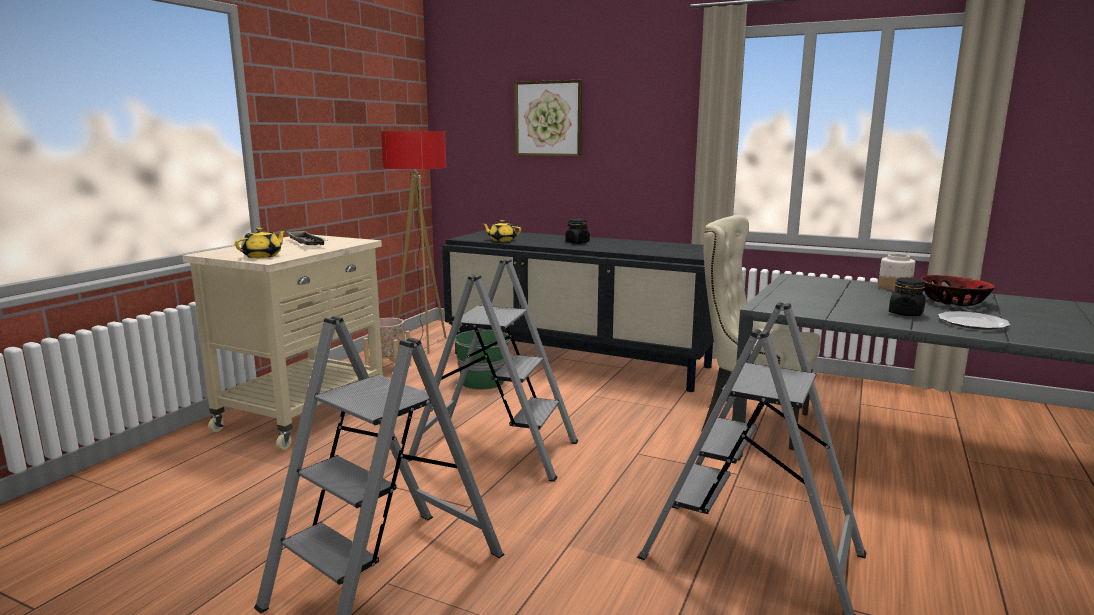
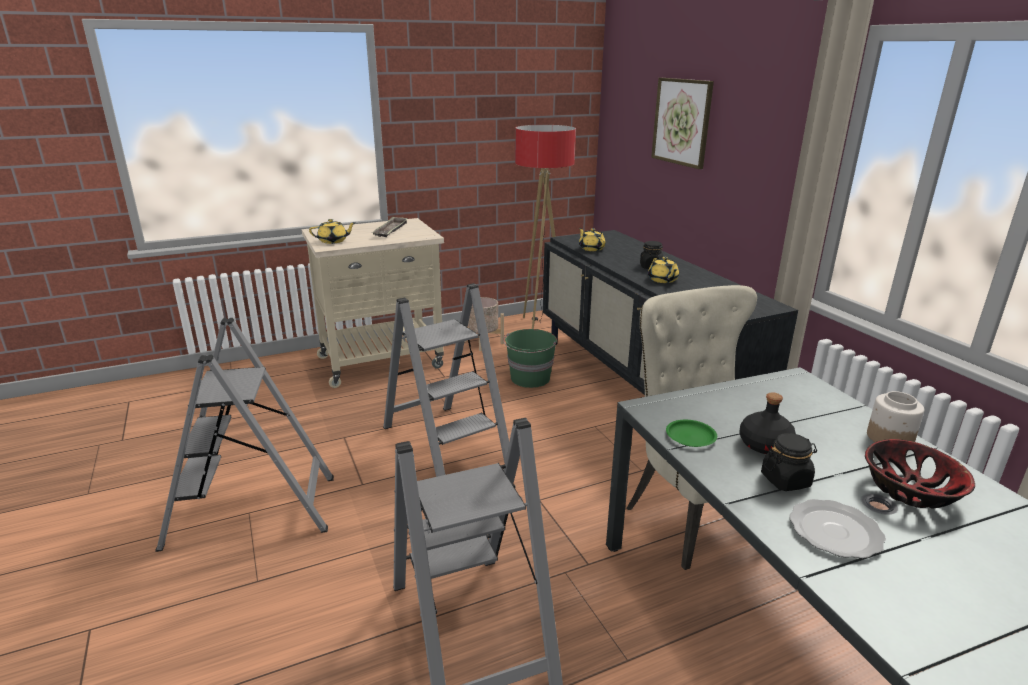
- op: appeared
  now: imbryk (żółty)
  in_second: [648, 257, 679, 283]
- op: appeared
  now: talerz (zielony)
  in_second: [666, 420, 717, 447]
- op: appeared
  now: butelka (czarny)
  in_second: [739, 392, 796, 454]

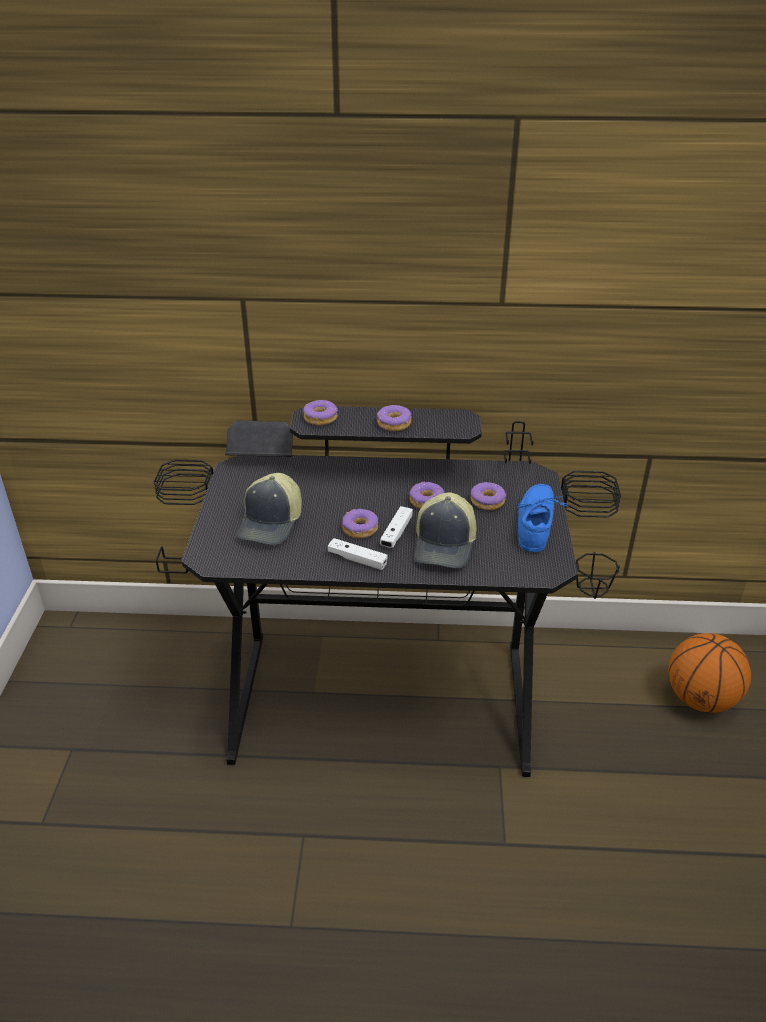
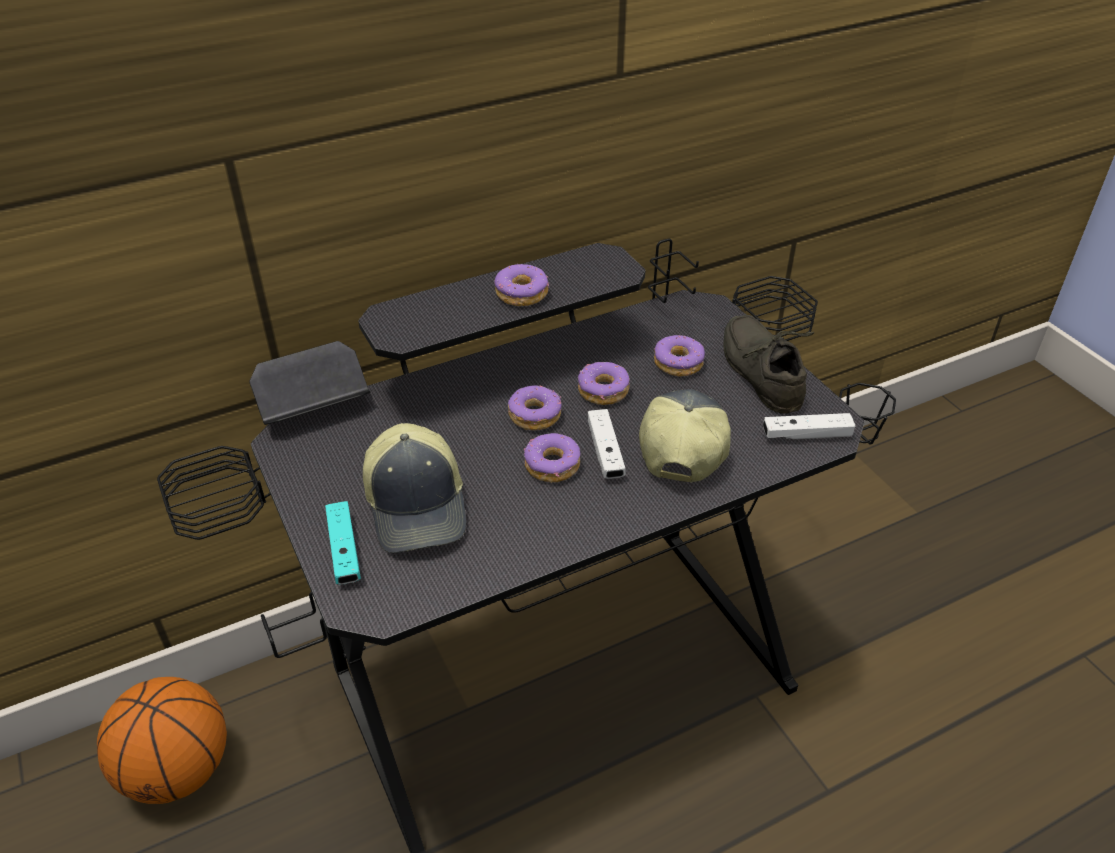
- op: relocated
  was: donut
  in_first: [303, 400, 338, 425]
  in_second: [508, 385, 562, 430]
- op: relocated
  was: pad do gier (biały)
  in_first: [328, 538, 388, 570]
  in_second: [763, 413, 855, 439]
- op: spun
  was: czapka z daszkiem
  in_first: [413, 492, 476, 568]
  in_second: [639, 389, 731, 483]
  clockwise: -150
- op: colour
  was: but (niebieski)
  now: but (szary)
  in_first: [516, 484, 568, 552]
  in_second: [724, 315, 814, 414]
- op: relocated
  was: piłka do koszykówki
  in_first: [668, 633, 751, 713]
  in_second: [97, 677, 227, 804]
- op: appeared
  now: pad do gier (turkusowy)
  in_second: [325, 501, 361, 584]

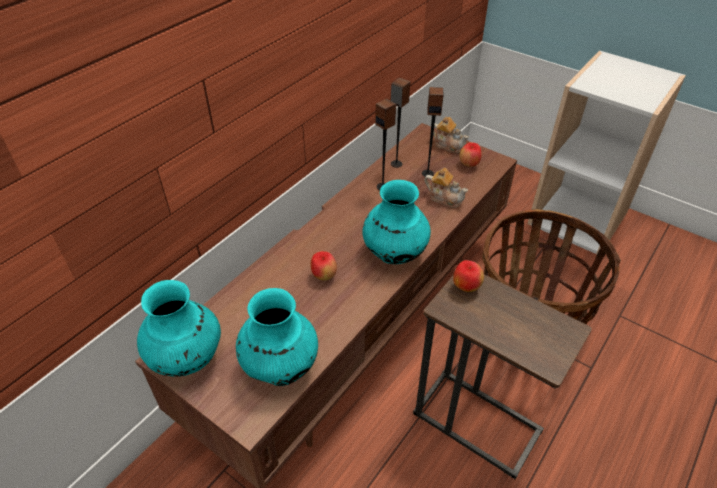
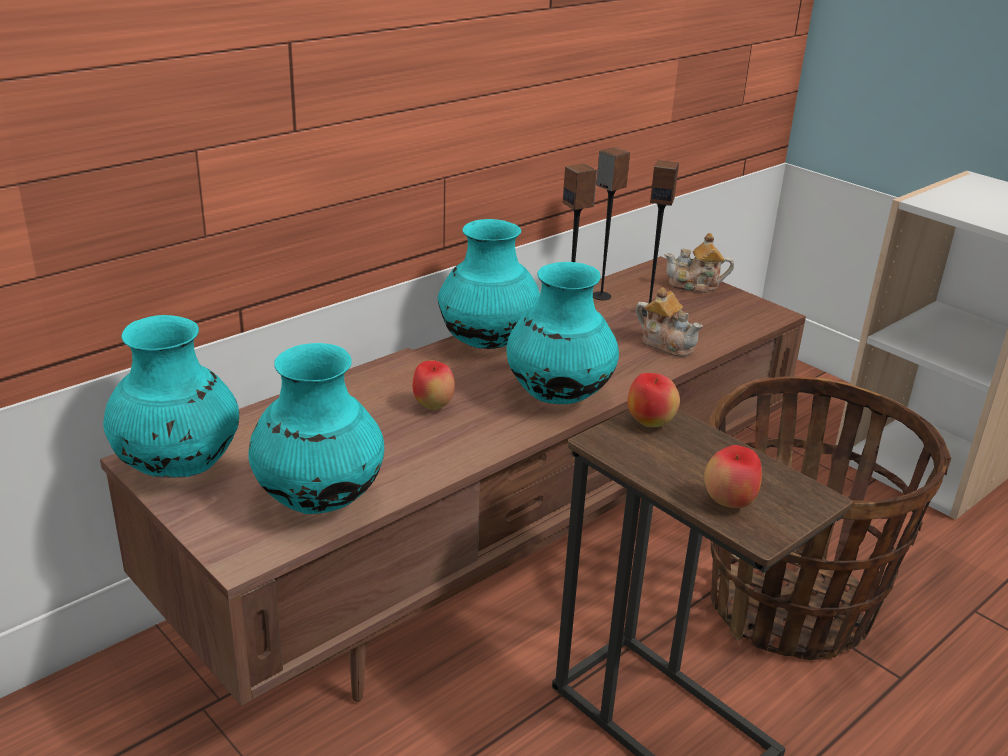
- op: spun
  was: imbryk
  in_first: [433, 117, 469, 153]
  in_second: [664, 233, 734, 293]
  clockwise: 135
- op: relocated
  was: jabłko
  in_first: [459, 142, 482, 167]
  in_second: [704, 445, 762, 508]
- op: appeared
  now: wazon (turkusowy)
  in_second: [438, 219, 540, 349]

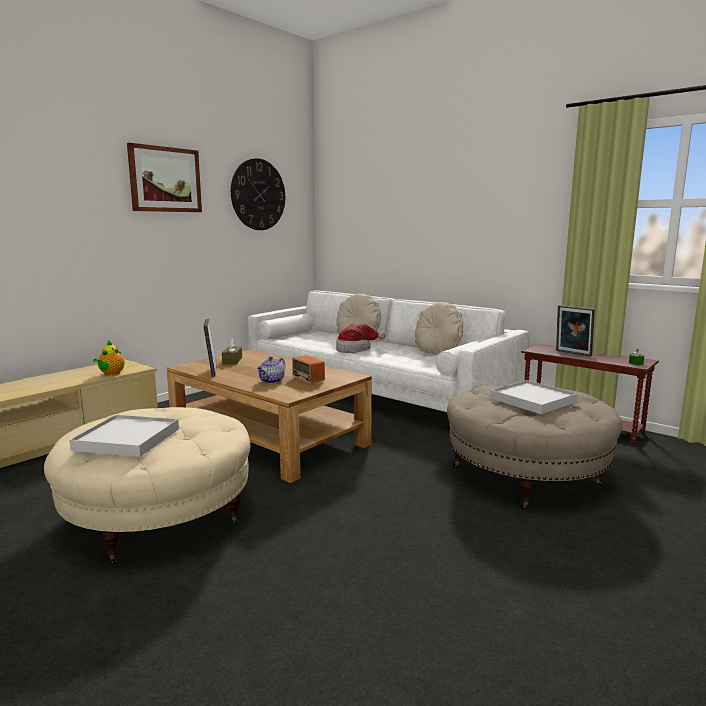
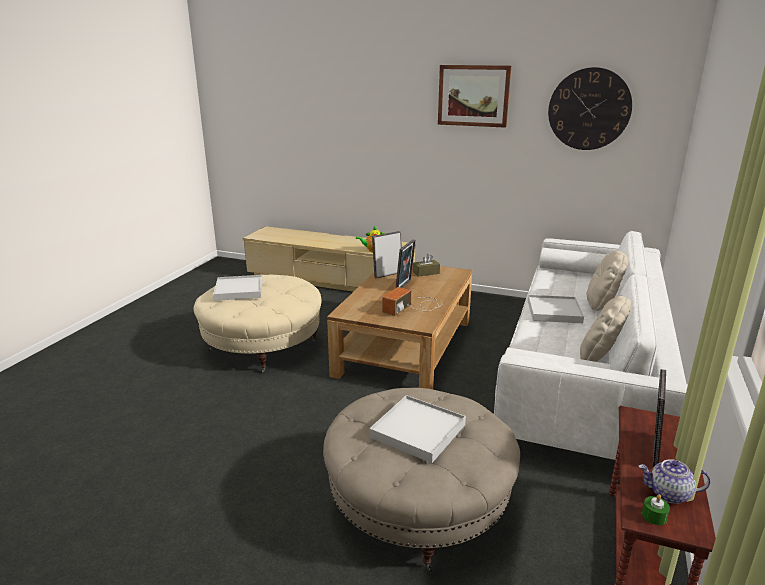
- op: relocated
  was: imbryk
  in_first: [257, 356, 285, 383]
  in_second: [638, 459, 711, 504]
- op: exchanged
  was: kapelusz
  now: taca (biały)
  in_first: [336, 324, 385, 353]
  in_second: [528, 295, 584, 323]
- op: appeared
  now: ramka na zdjęcie
  in_second: [395, 239, 416, 288]

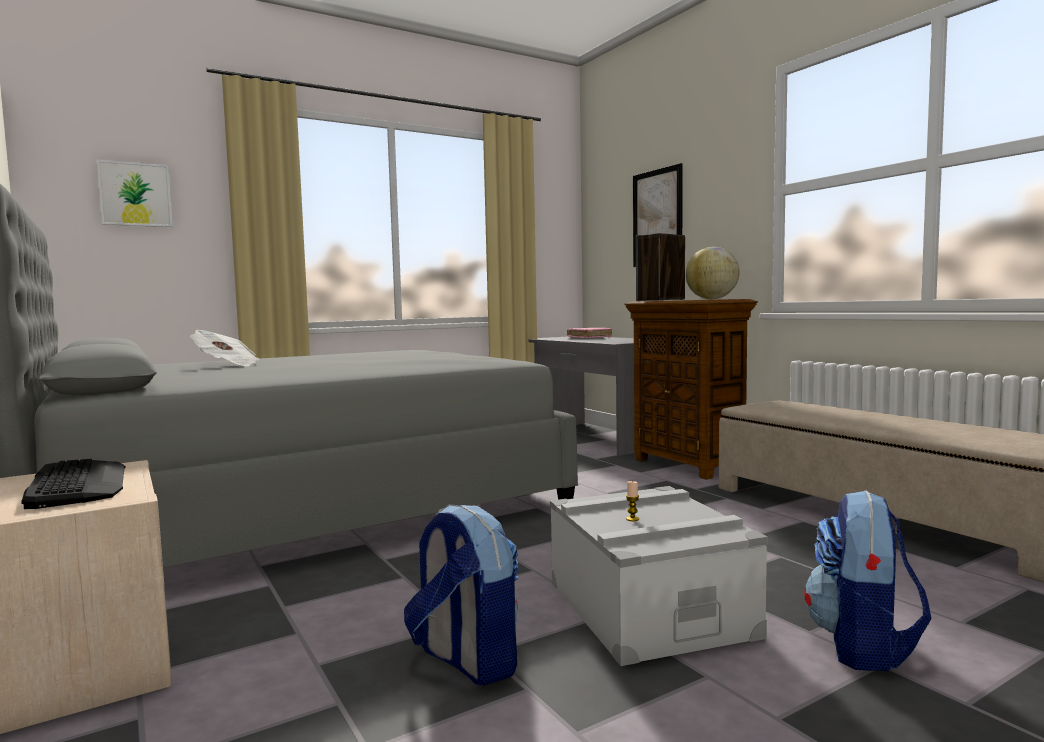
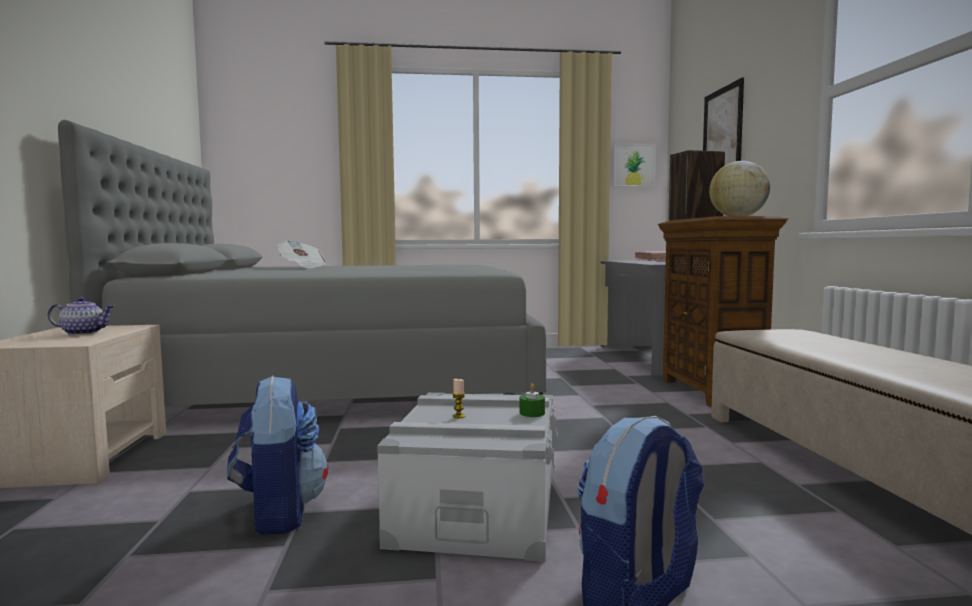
- op: exchanged
  was: klawiatura
  now: imbryk
  in_first: [21, 459, 125, 509]
  in_second: [48, 297, 114, 335]
- op: relocated
  was: obraz
  in_first: [97, 160, 173, 227]
  in_second: [613, 143, 656, 187]
- op: appeared
  now: świeca (zielony)
  in_second: [520, 383, 545, 417]

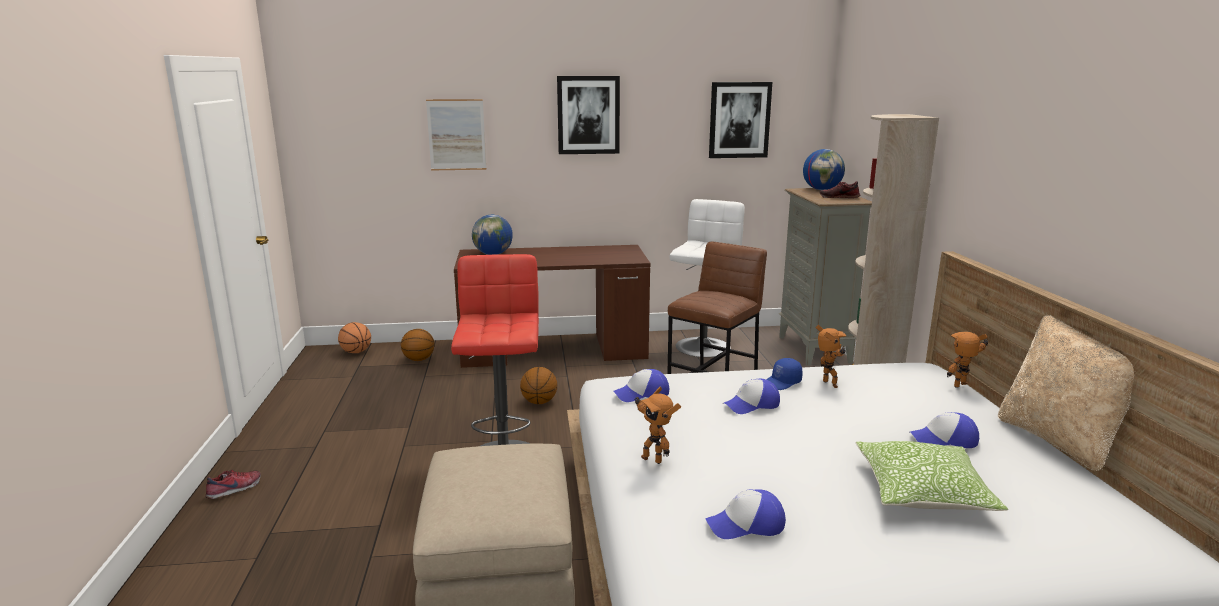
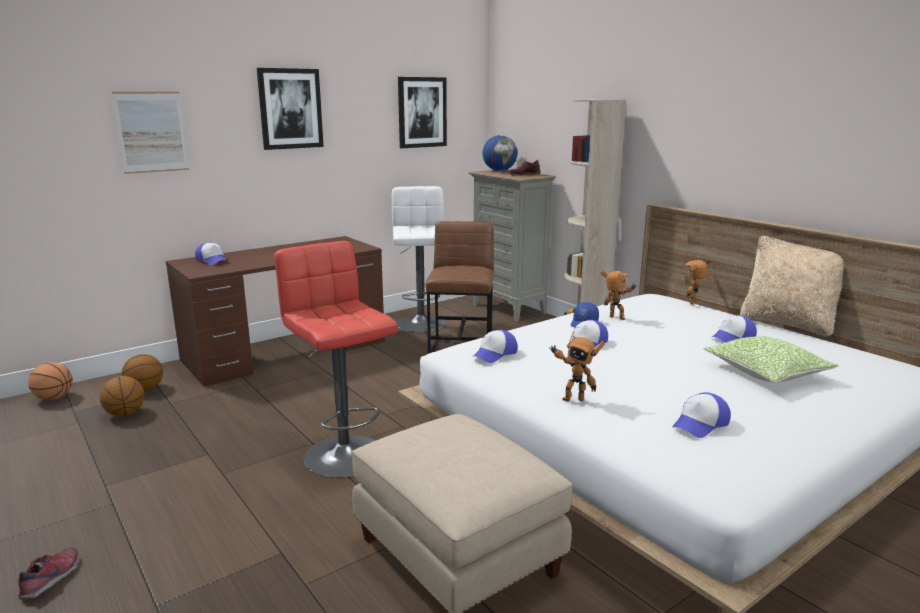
- op: exchanged
  was: globus
  now: czapka z daszkiem
  in_first: [472, 215, 513, 255]
  in_second: [195, 242, 228, 265]
- op: relocated
  was: piłka do koszykówki
  in_first: [520, 367, 557, 404]
  in_second: [100, 376, 144, 416]

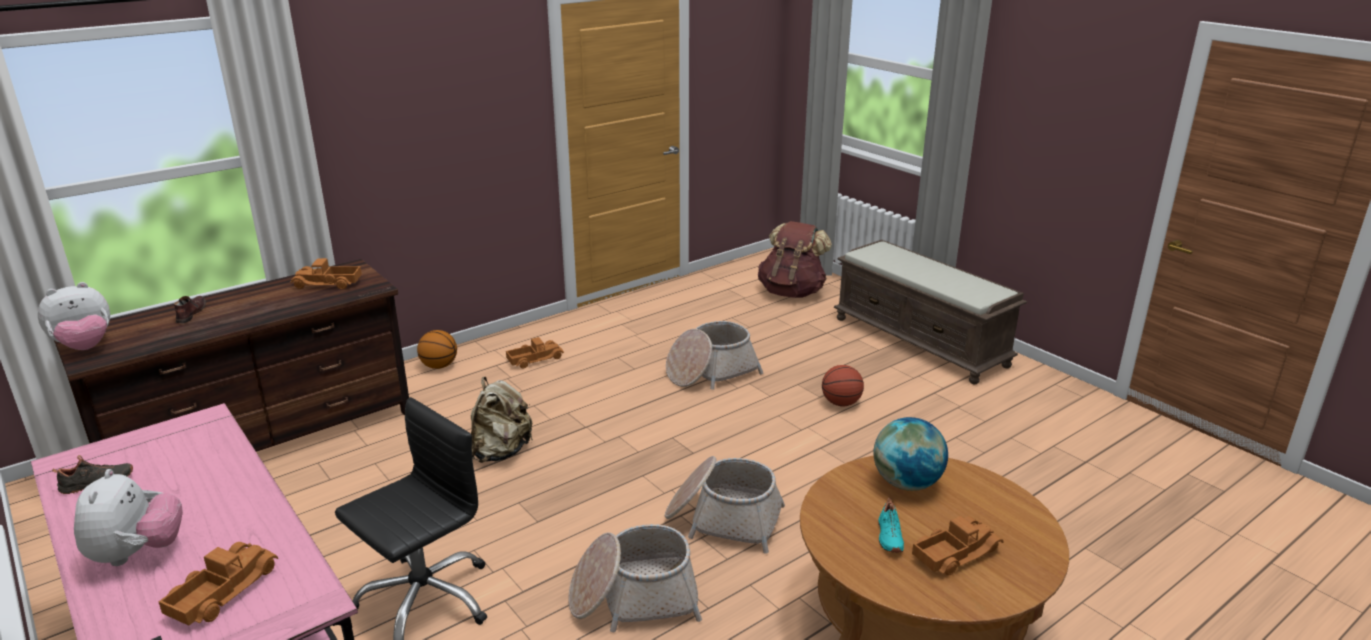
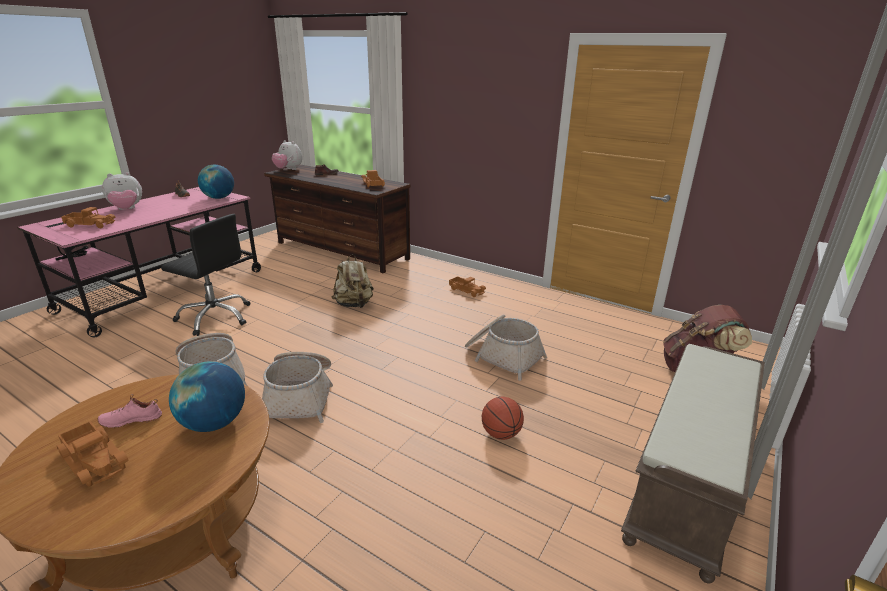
- op: missing
  was: piłka do koszykówki
  in_first: [417, 330, 457, 369]
- op: colour
  was: but (turkusowy)
  now: but (różowy)
  in_first: [878, 498, 904, 553]
  in_second: [97, 394, 162, 428]
- op: appeared
  now: globus
  in_second: [198, 165, 234, 199]

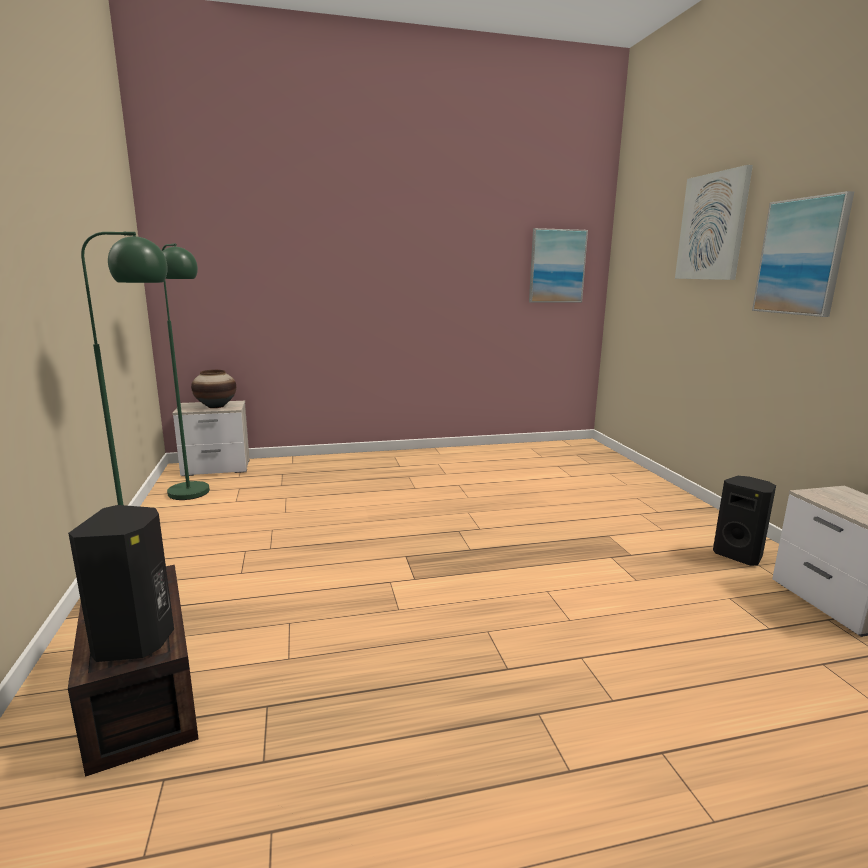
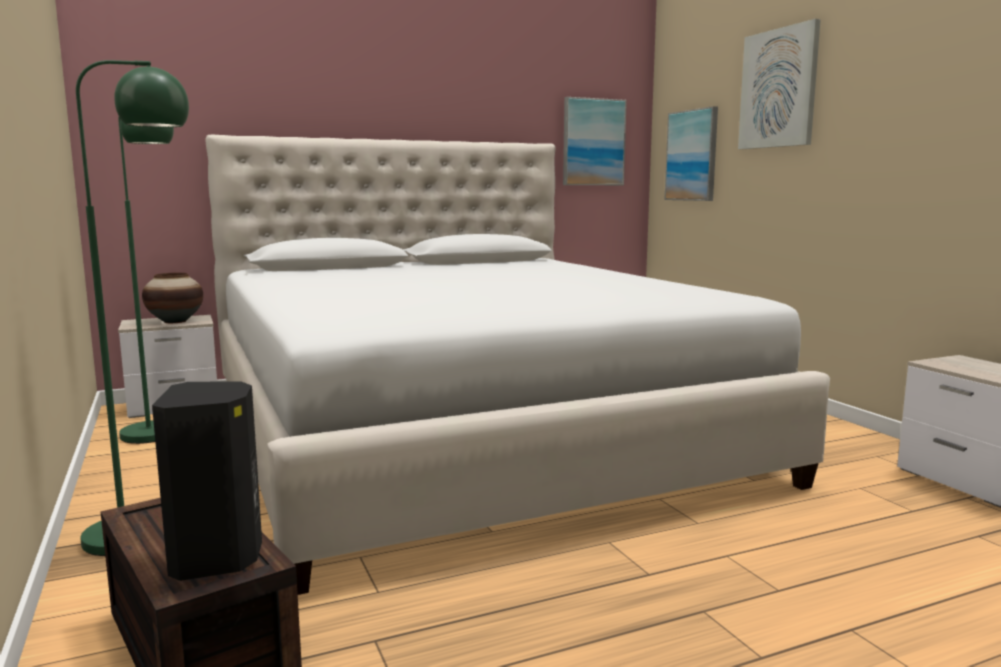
- op: missing
  was: głośnik (czarny)
  in_first: [713, 476, 776, 566]
- op: relocated
  was: obraz
  in_first: [752, 191, 854, 317]
  in_second: [665, 106, 718, 201]
- op: appeared
  now: łóżko (biały)
  in_second: [205, 135, 830, 595]

